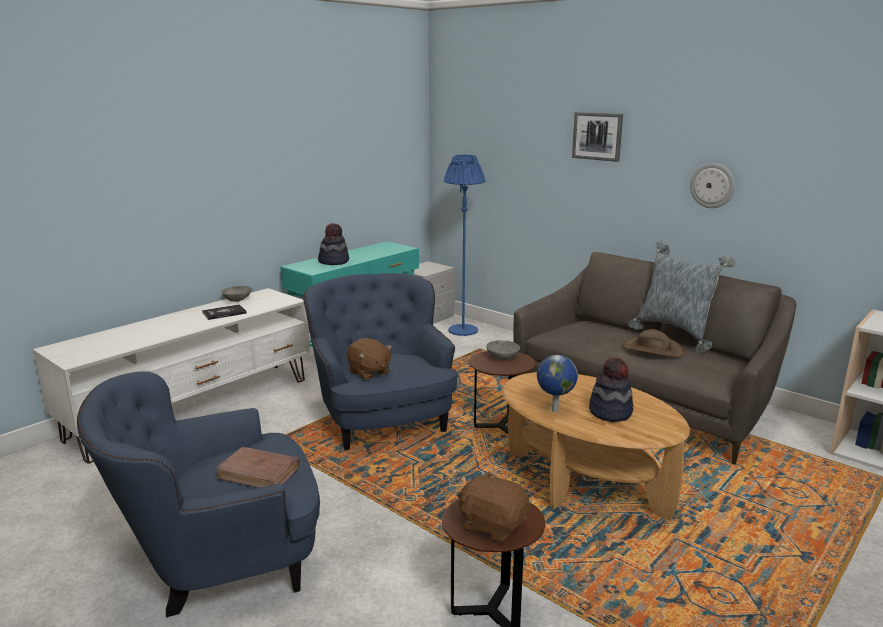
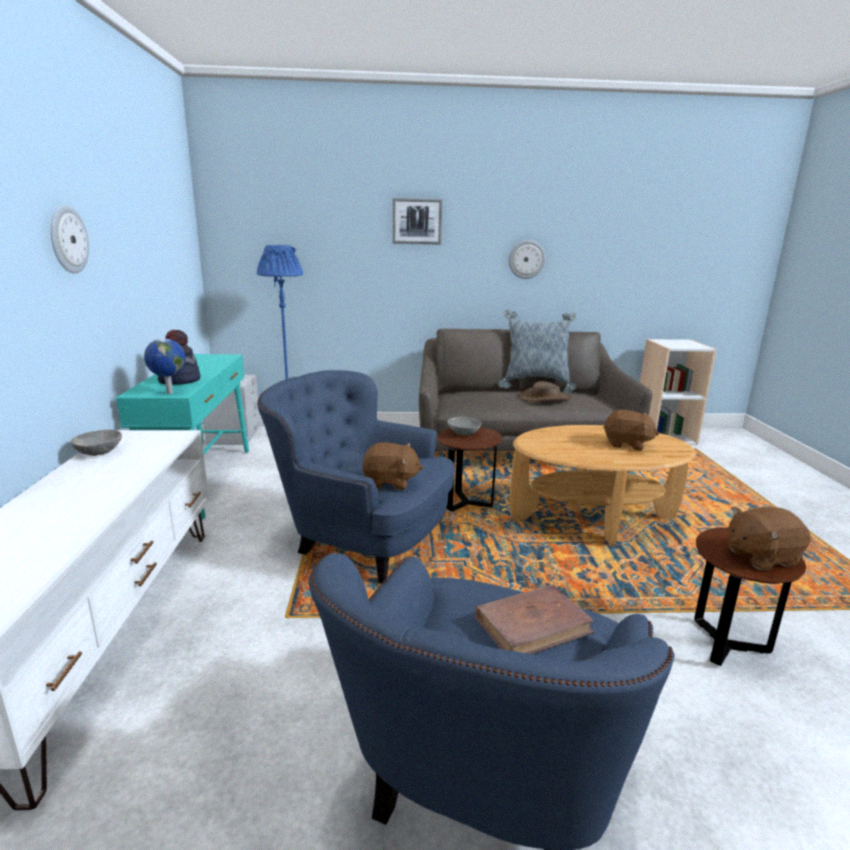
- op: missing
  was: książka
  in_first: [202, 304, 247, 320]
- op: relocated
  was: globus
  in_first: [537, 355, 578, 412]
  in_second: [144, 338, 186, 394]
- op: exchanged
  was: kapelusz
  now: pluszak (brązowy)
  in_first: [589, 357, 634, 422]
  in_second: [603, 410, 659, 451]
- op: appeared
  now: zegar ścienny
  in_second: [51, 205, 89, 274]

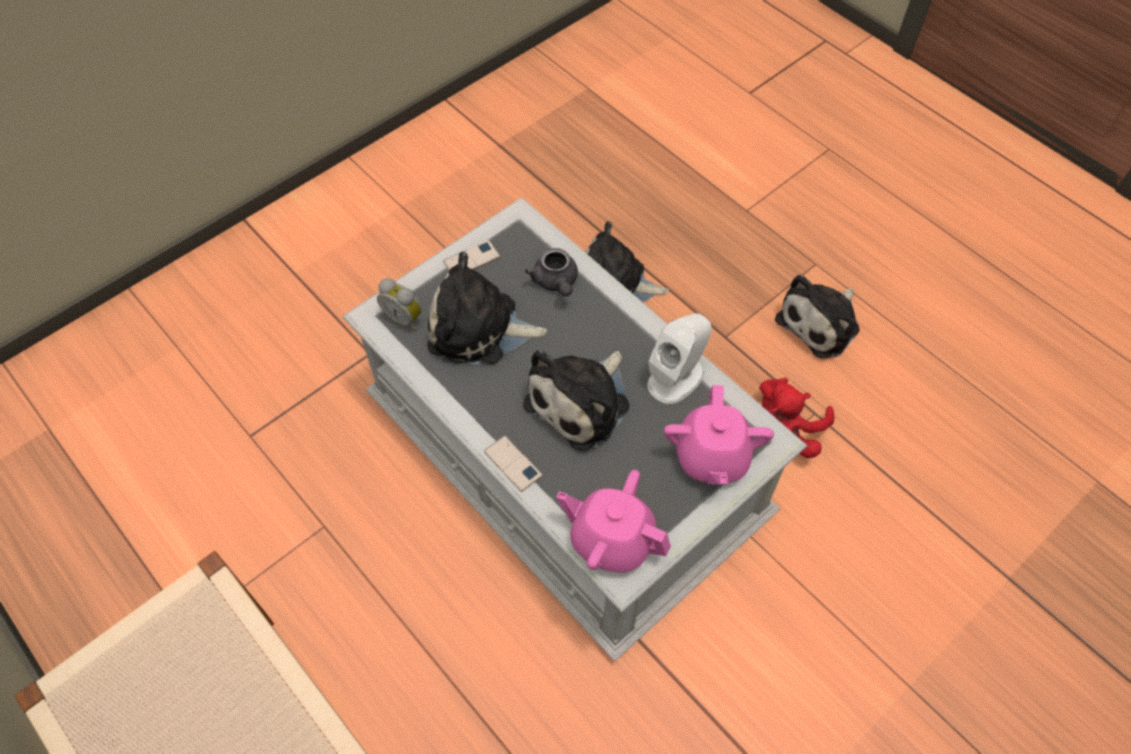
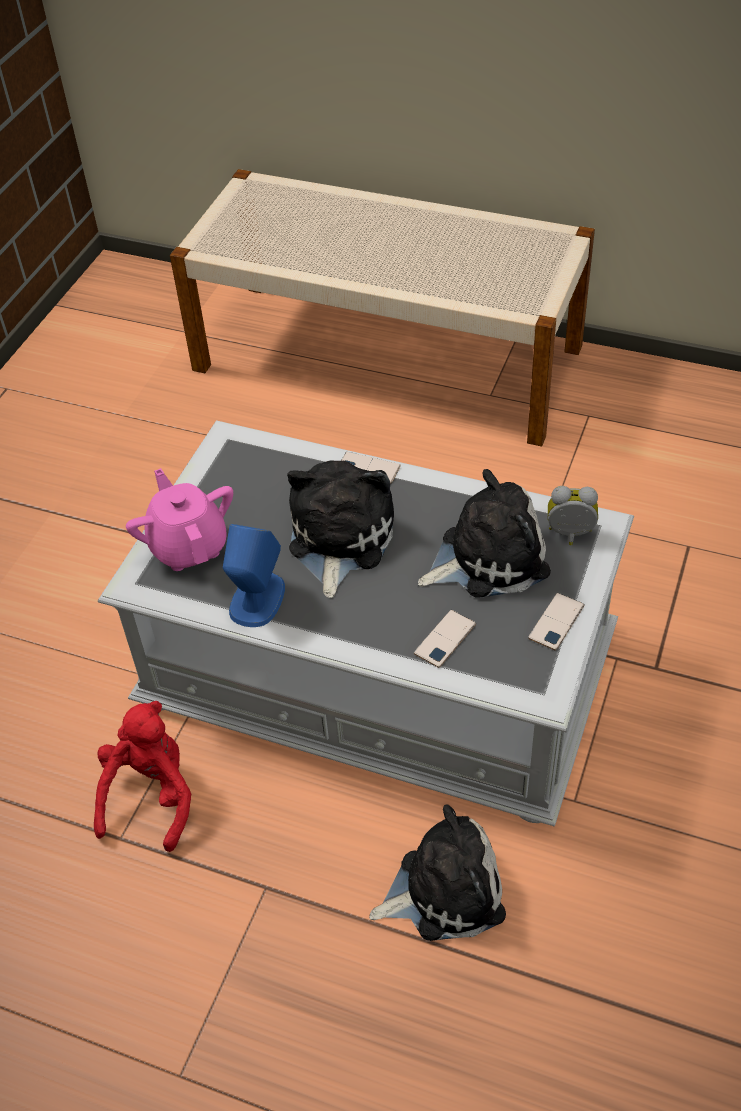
- op: exchanged
  was: imbryk (szary)
  now: telefon
  in_first: [525, 248, 578, 296]
  in_second: [414, 610, 476, 668]
- op: missing
  was: imbryk (różowy)
  in_first: [556, 470, 671, 572]
- op: colour
  was: głośnik (biały)
  now: głośnik (niebieski)
  in_first: [647, 313, 712, 404]
  in_second: [223, 524, 285, 627]
- op: missing
  was: pluszak
  in_first: [775, 275, 860, 359]

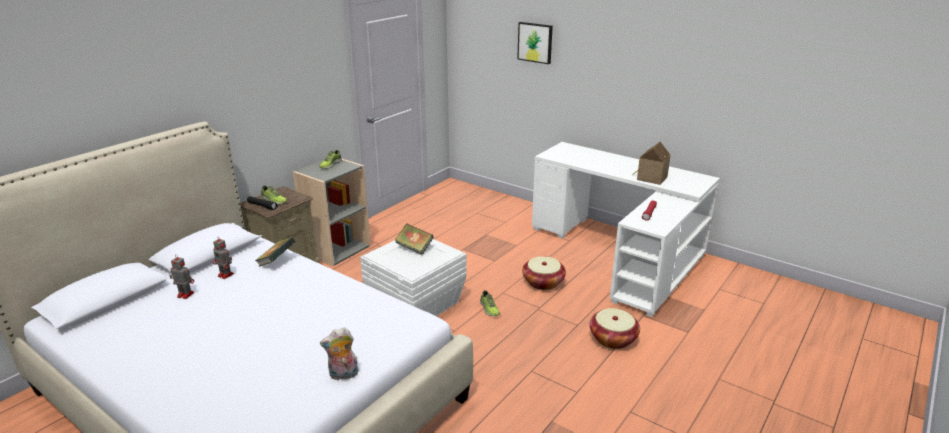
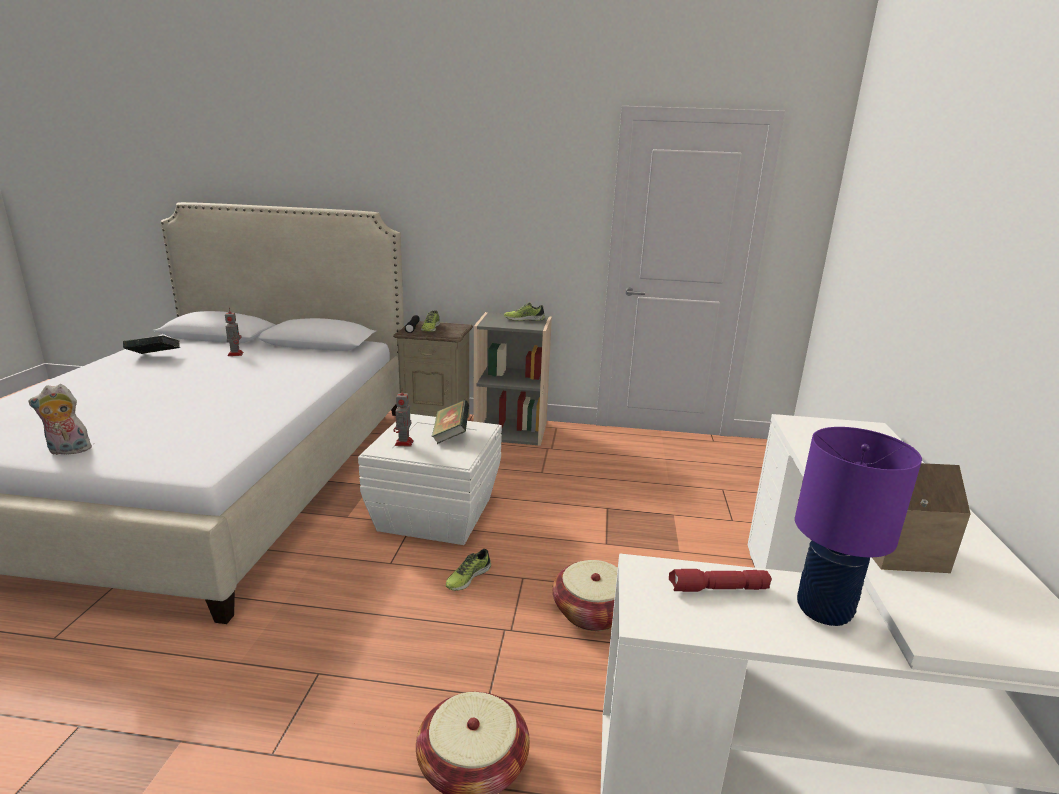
- op: relocated
  was: robot zabawkowy
  in_first: [213, 236, 234, 279]
  in_second: [394, 389, 413, 447]
- op: relocated
  was: książka
  in_first: [255, 237, 295, 267]
  in_second: [123, 335, 180, 354]
- op: spun
  was: pluszak
  in_first: [320, 327, 359, 381]
  in_second: [28, 384, 92, 455]
  clockwise: -60
- op: missing
  was: obraz
  in_first: [517, 22, 553, 64]
- op: appeared
  now: lampa stołowa (fioletowy)
  in_second: [795, 427, 922, 626]

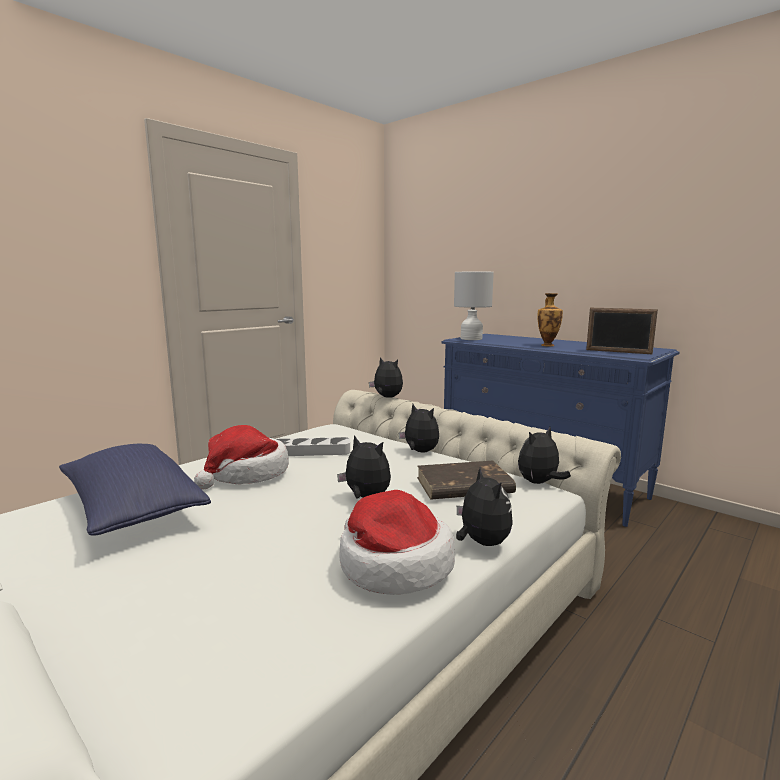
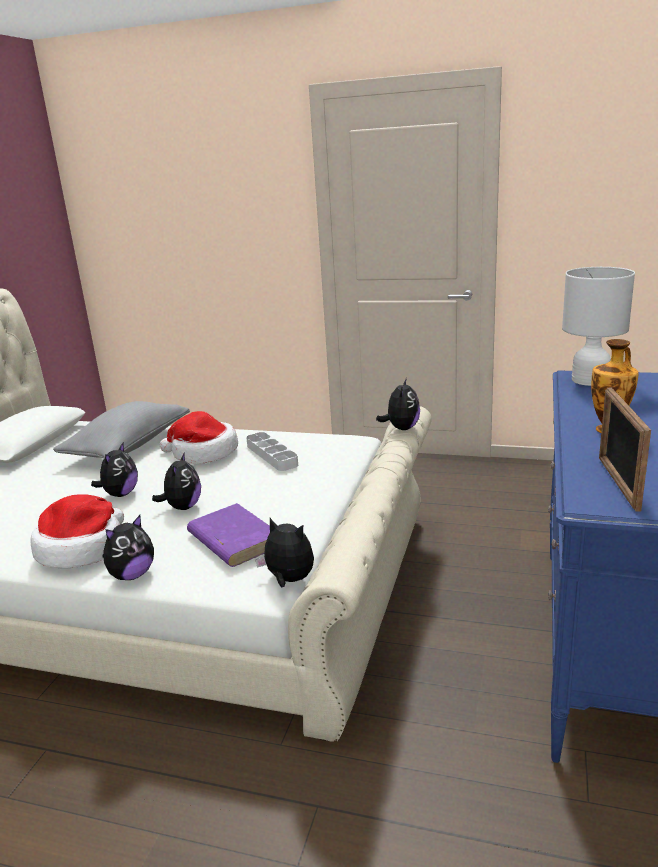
- op: colour
  was: poduszka (niebieski)
  now: poduszka (szary)
  in_first: [59, 444, 211, 536]
  in_second: [53, 401, 190, 458]
- op: relocated
  was: pluszak
  in_first: [398, 404, 439, 452]
  in_second: [91, 443, 138, 497]
- op: colour
  was: książka (brązowy)
  now: książka (fioletowy)
  in_first: [417, 460, 516, 500]
  in_second: [187, 503, 270, 567]

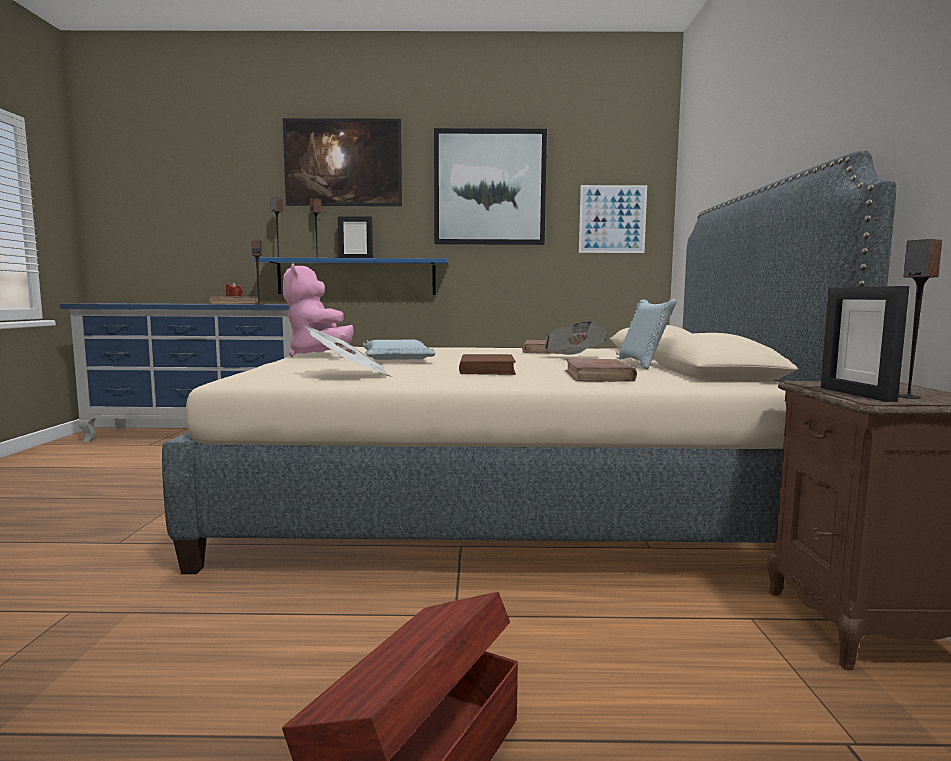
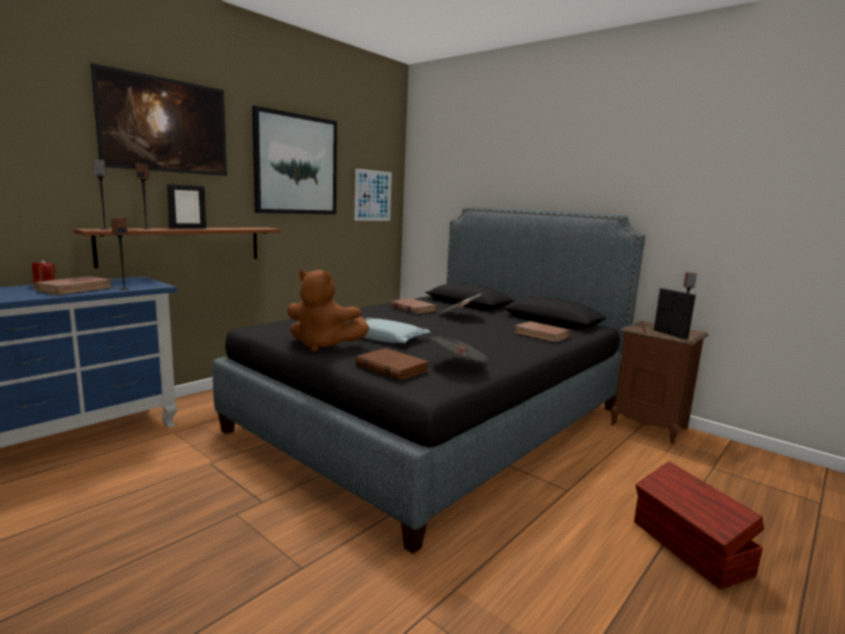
- op: colour
  was: łóżko (beżowy)
  now: łóżko (czarny)
  in_first: [162, 151, 896, 574]
  in_second: [213, 207, 645, 554]
- op: colour
  was: półka (niebieski)
  now: półka (brązowy)
  in_first: [254, 257, 448, 295]
  in_second: [73, 227, 281, 268]
- op: colour
  was: pluszak (różowy)
  now: pluszak (brązowy)
  in_first: [283, 263, 354, 357]
  in_second: [287, 270, 369, 352]
- op: relocated
  was: książka (brązowy)
  in_first: [459, 354, 516, 375]
  in_second: [356, 348, 430, 381]
- op: missing
  was: poduszka (niebieski)
  in_first: [616, 299, 677, 370]
- op: spun
  was: ramka na zdjęcie
  in_first: [821, 286, 909, 402]
  in_second: [654, 288, 696, 339]
  clockwise: -150

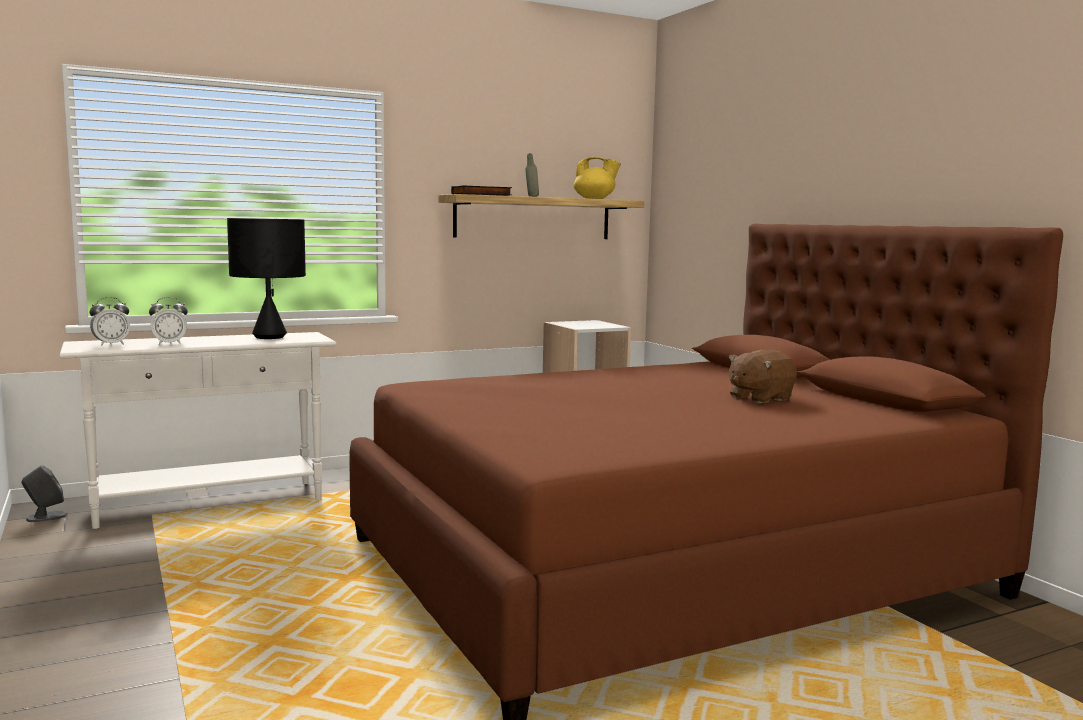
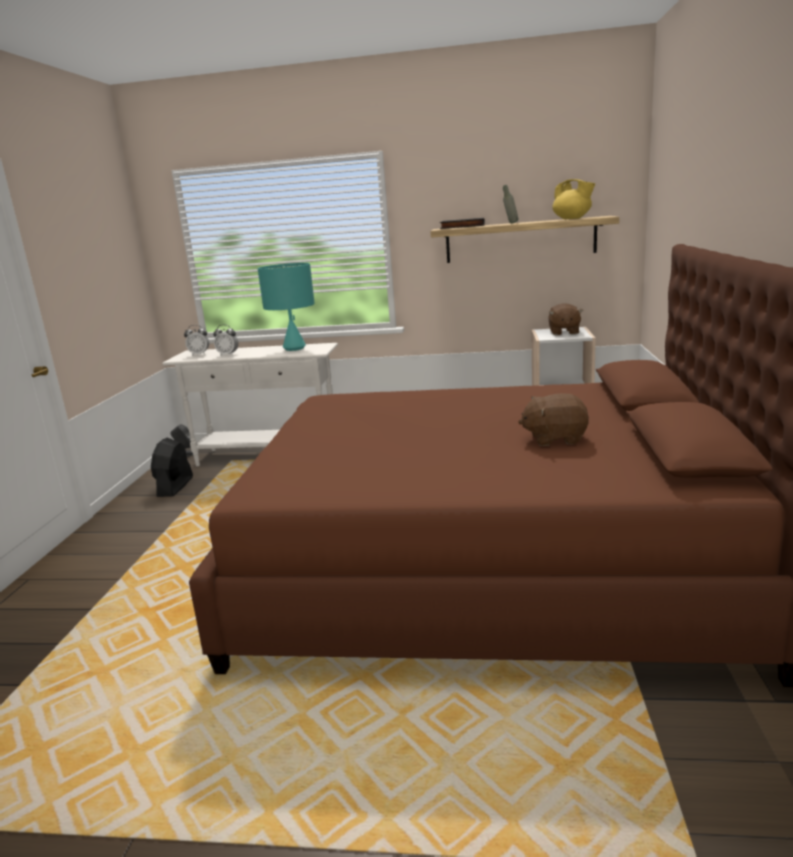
- op: colour
  was: lampa stołowa (czarny)
  now: lampa stołowa (turkusowy)
  in_first: [227, 218, 306, 339]
  in_second: [258, 263, 315, 351]
- op: appeared
  now: wentylator (czarny)
  in_second: [151, 437, 193, 497]
- op: appeared
  now: pluszak (brązowy)
  in_second: [548, 303, 583, 335]

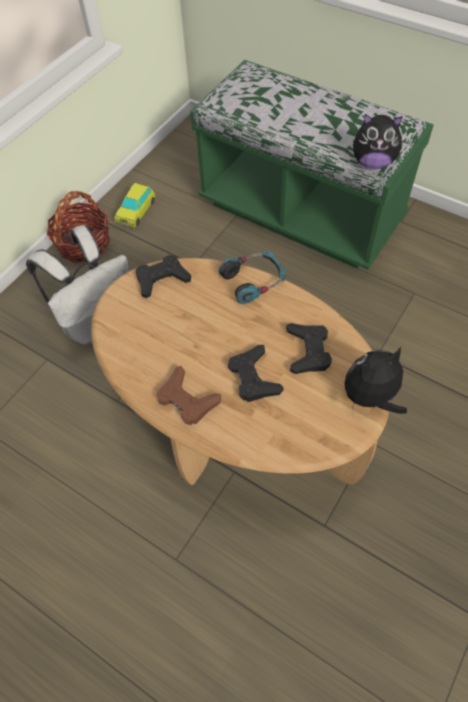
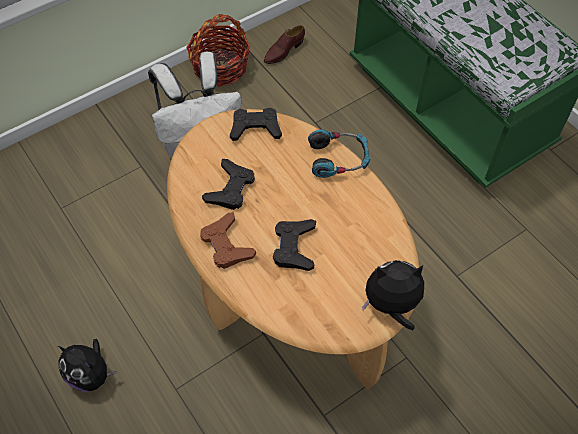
- op: exchanged
  was: samochodzik
  now: but (brązowy)
  in_first: [114, 183, 155, 228]
  in_second: [264, 25, 305, 64]
- op: relocated
  was: pad do gier (czarny)
  in_first: [286, 323, 332, 374]
  in_second: [202, 159, 255, 210]
- op: relocated
  was: pluszak
  in_first: [353, 114, 404, 169]
  in_second: [58, 339, 117, 392]

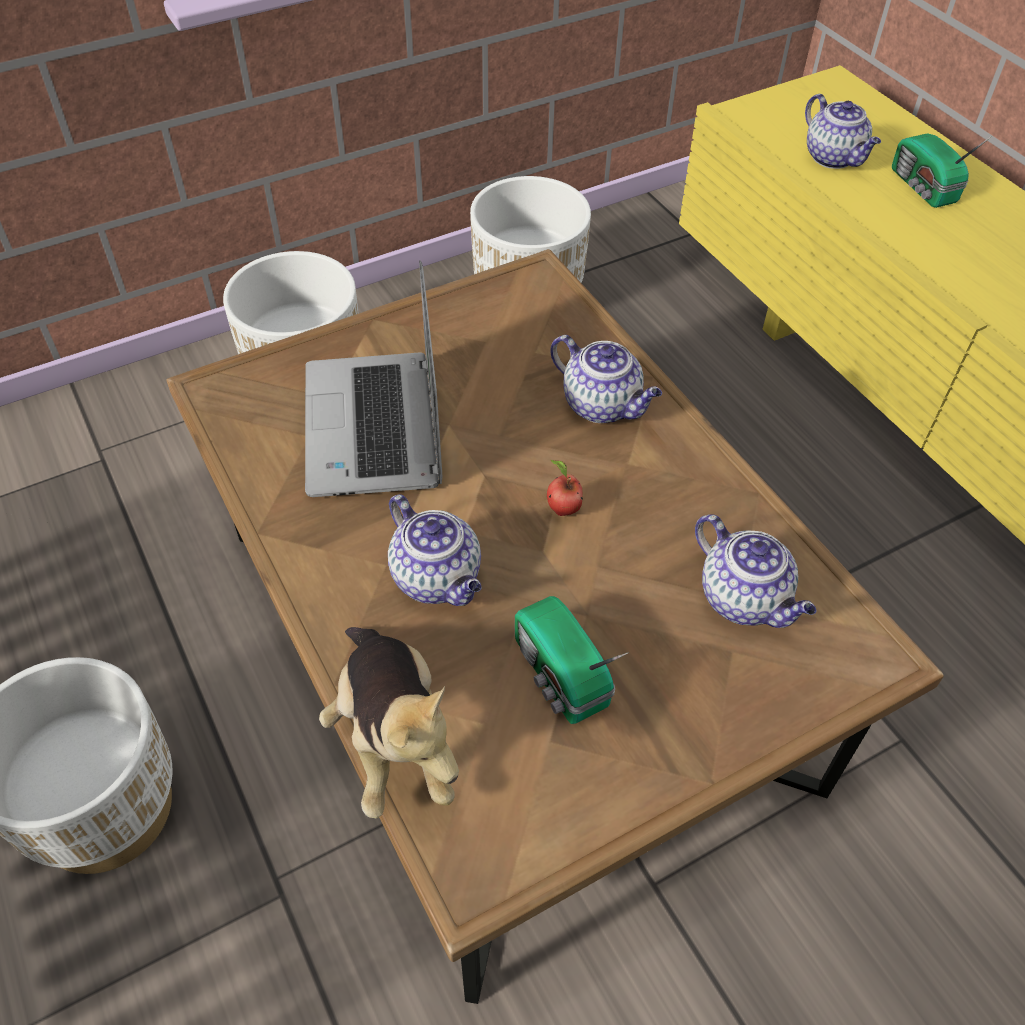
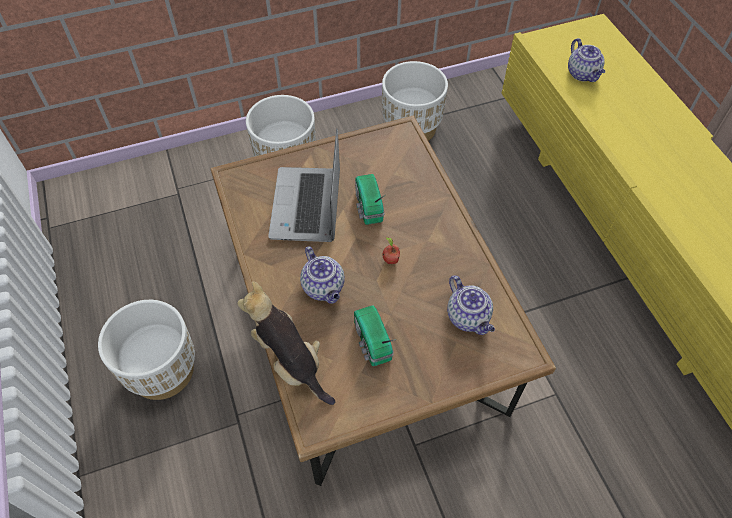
- op: spun
  was: pluszak
  in_first: [319, 627, 459, 819]
  in_second: [237, 282, 335, 405]
  clockwise: 150
- op: missing
  was: imbryk
  in_first: [550, 335, 662, 423]
- op: relocated
  was: radio
  in_first: [892, 133, 992, 208]
  in_second: [355, 174, 385, 225]

